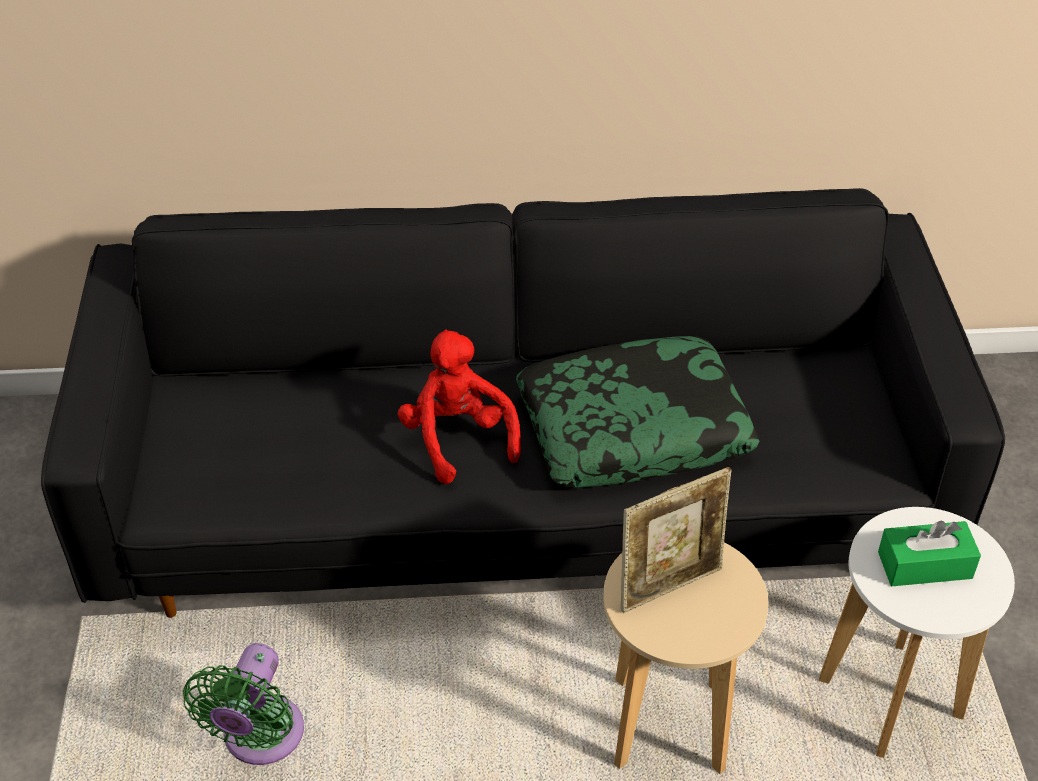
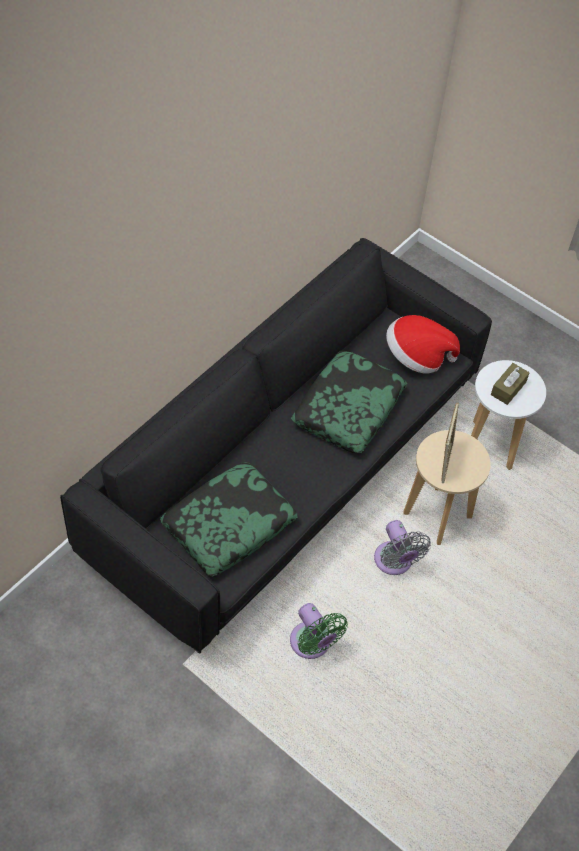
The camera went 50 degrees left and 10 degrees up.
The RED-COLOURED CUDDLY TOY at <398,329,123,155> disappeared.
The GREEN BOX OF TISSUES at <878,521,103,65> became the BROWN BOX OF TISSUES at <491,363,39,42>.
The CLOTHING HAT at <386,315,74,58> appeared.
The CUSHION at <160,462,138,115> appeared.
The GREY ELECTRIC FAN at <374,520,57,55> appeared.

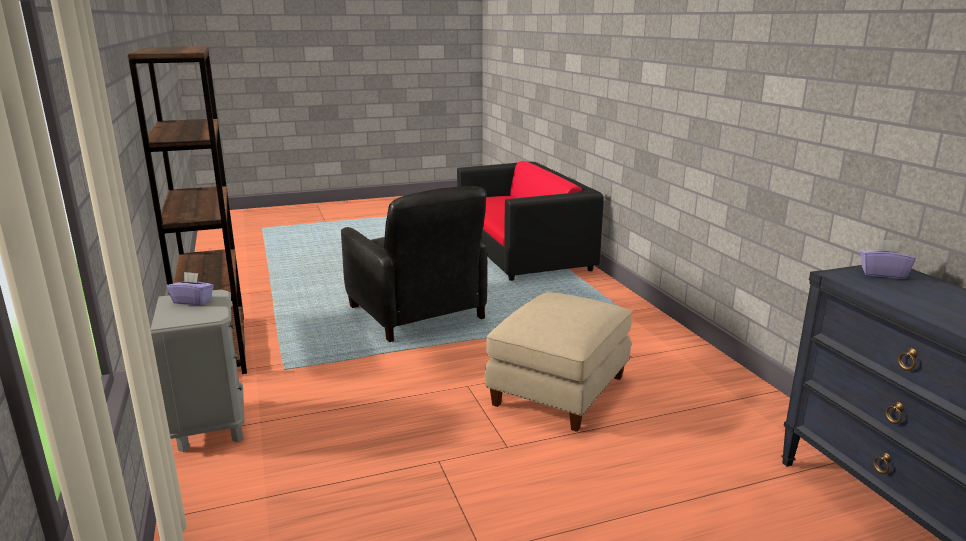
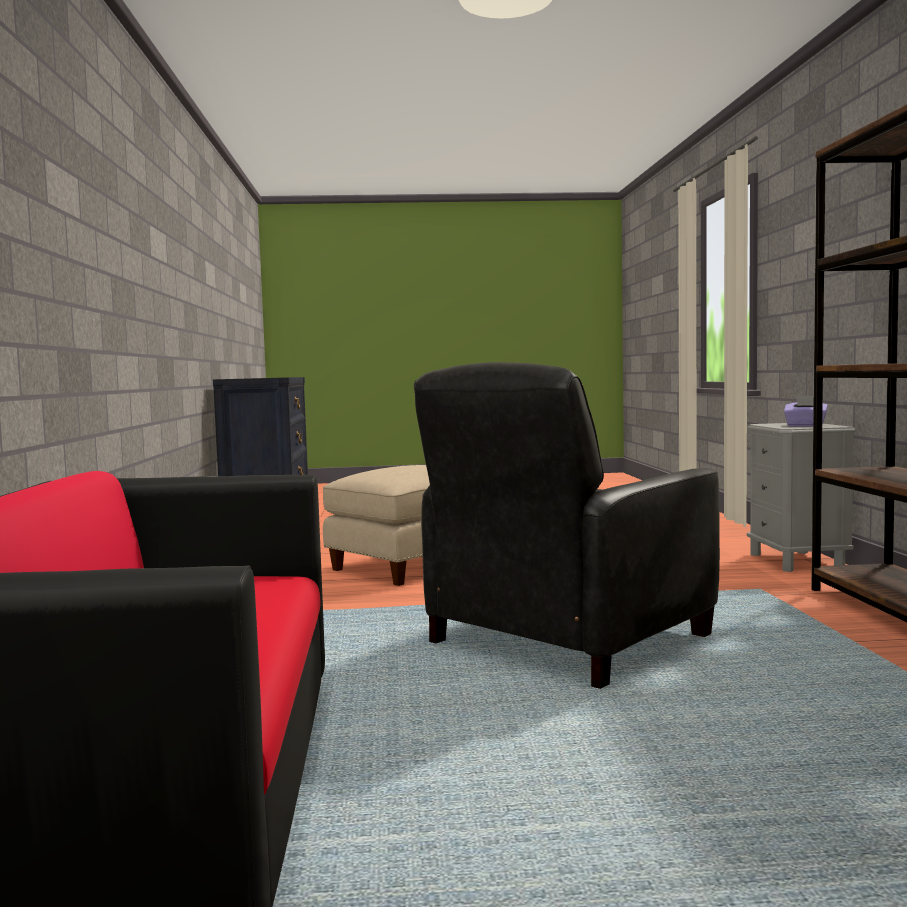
The camera went 165 degrees left and 15 degrees down.
The BLACK LOUNGE CHAIR at <341,186,146,156> turned 120 degrees counterclockwise.
The PURPLE-COLOURED BOX OF TISSUES at <860,239,56,40> disappeared.

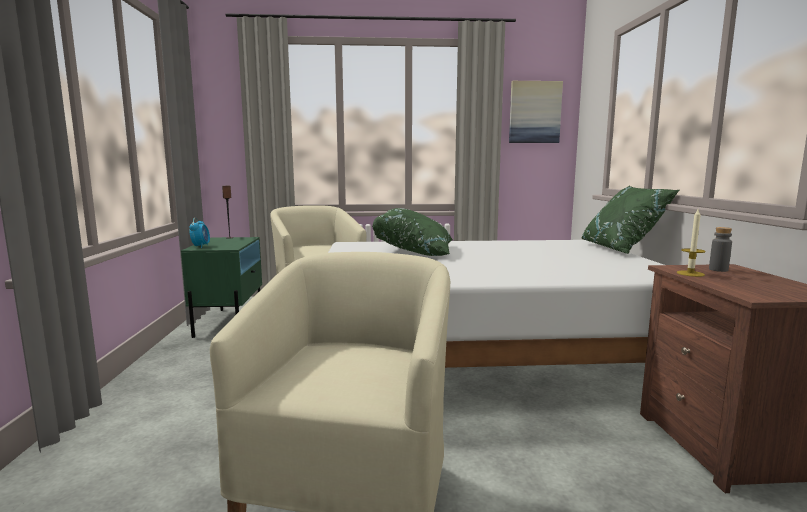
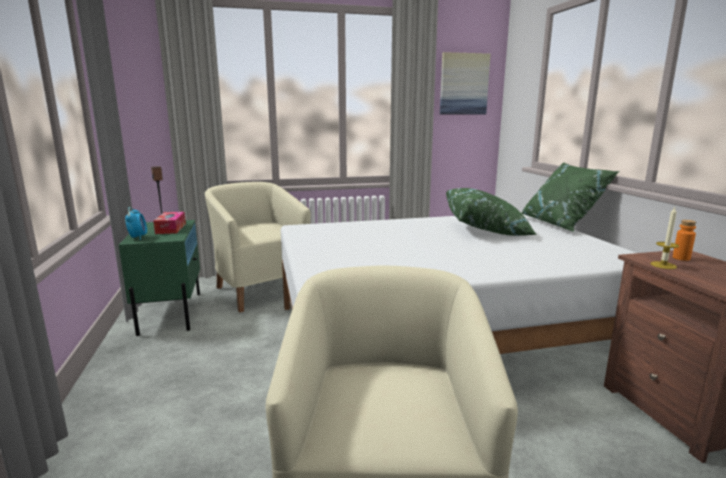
The camera went 10 degrees left and 5 degrees up.
The GREEN CUSHION moved from <372,208,81,48> to <446,188,91,48>.
The GREY DRINK BOTTLE at <709,227,23,45> became the ORANGE-COLOURED DRINK BOTTLE at <673,220,23,41>.
The BOX OF TISSUES at <153,212,33,22> appeared.

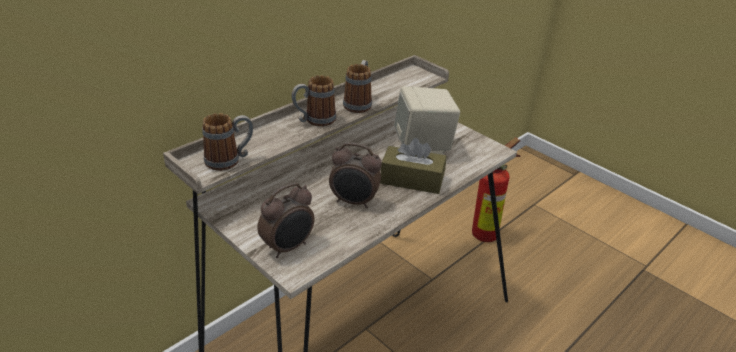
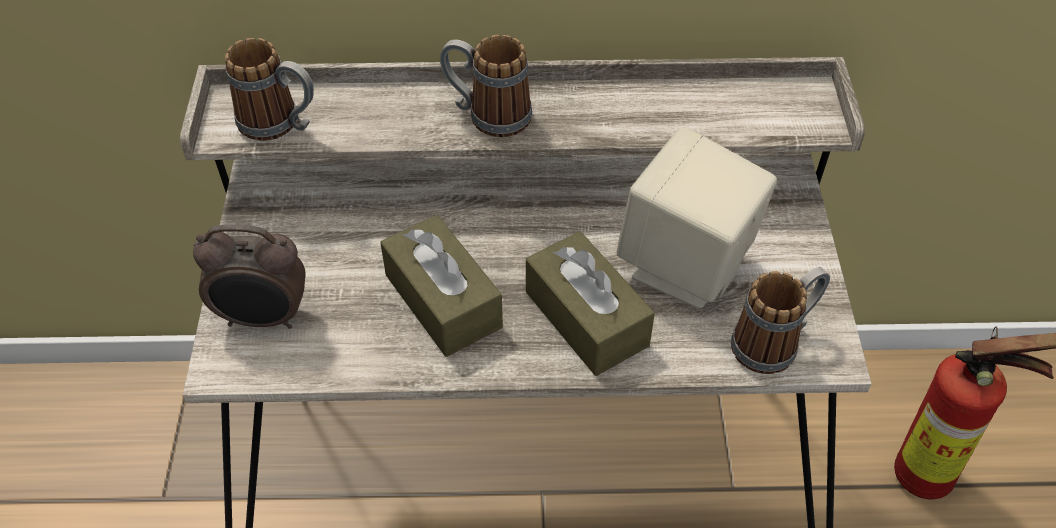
The camera went 45 degrees right and 15 degrees up.
The COFFEE MUG moved from <343,60,29,53> to <731,267,99,107>.
The TABLE CLOCK at <329,143,53,65> was replaced by the BROWN BOX OF TISSUES at <380,215,123,142>.

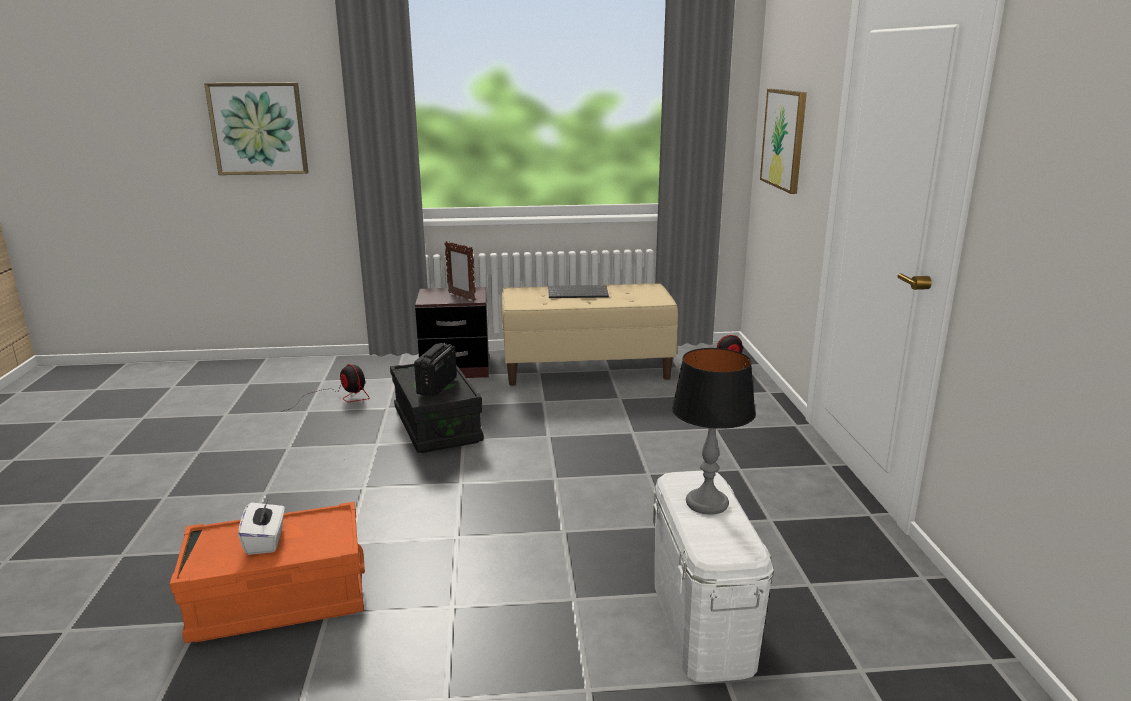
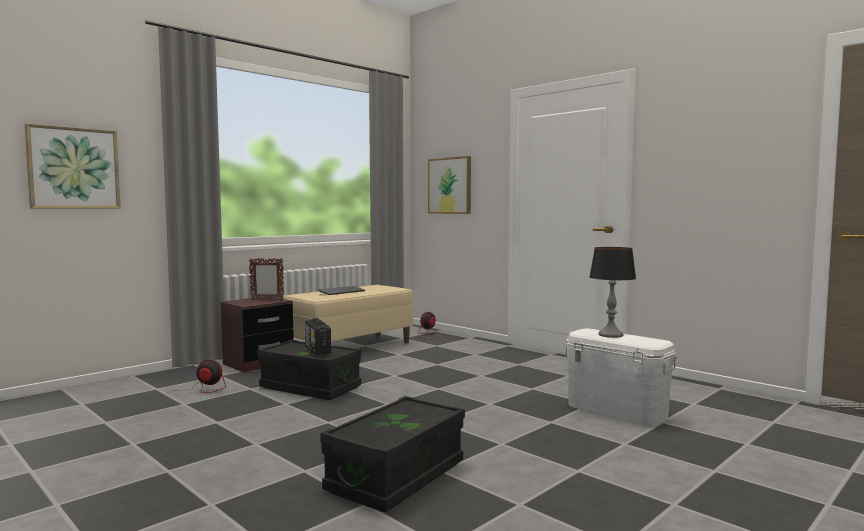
The camera went 40 degrees left and 15 degrees down.
The WHITISH BOX OF TISSUES at <238,498,47,57> disappeared.
The ORANGE-COLOURED STORAGE CONTAINER at <170,502,195,141> became the BLACK STORAGE CONTAINER at <320,396,145,116>.

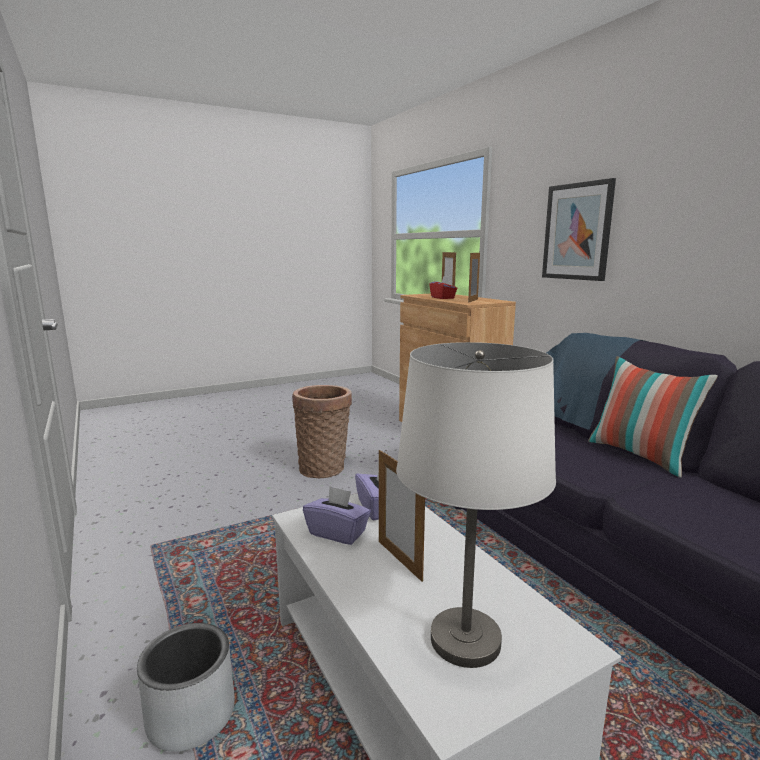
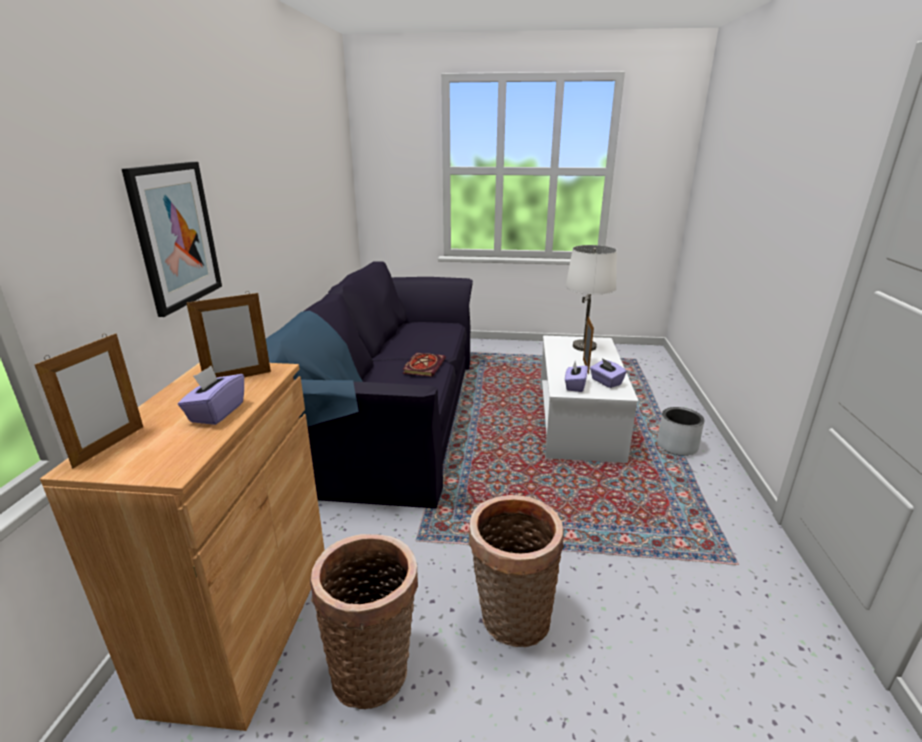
The camera went 145 degrees left and 10 degrees up.
The RED-COLOURED BOX OF TISSUES at <429,276,28,23> became the PURPLE-COLOURED BOX OF TISSUES at <178,366,66,59>.
The CUSHION at <588,356,130,122> disappeared.
The VOLUME at <402,353,44,24> appeared.
The BASKET at <310,534,108,175> appeared.

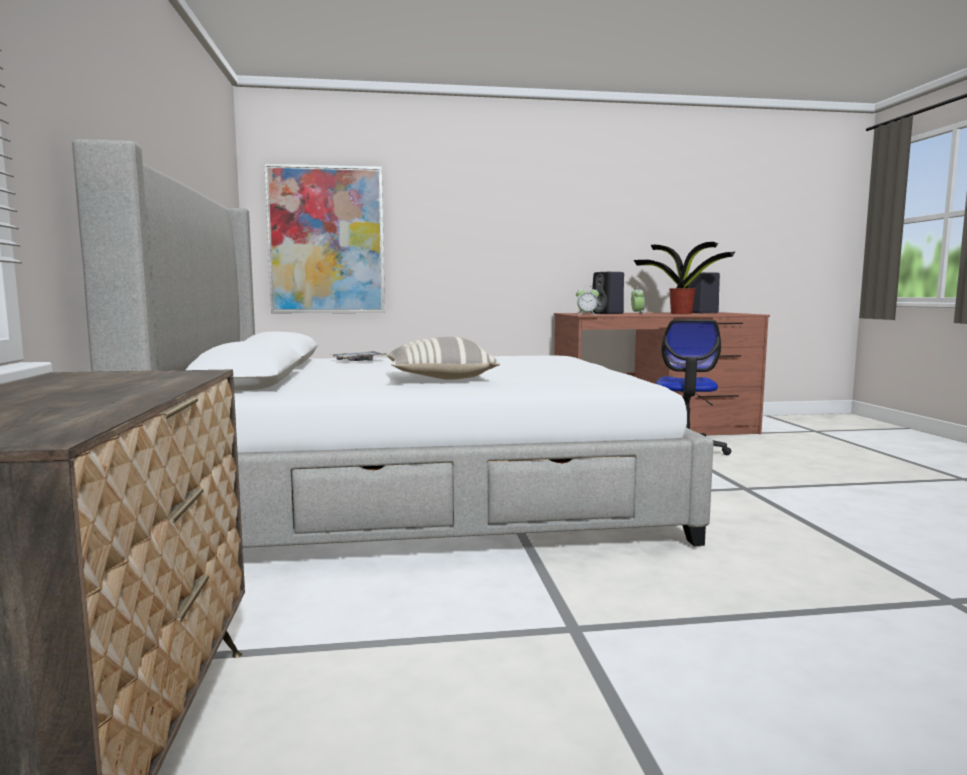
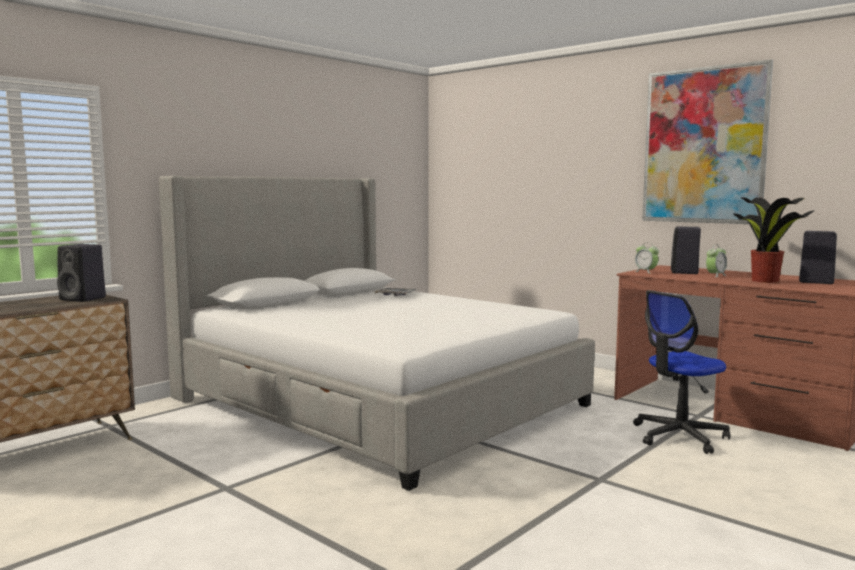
The camera went 50 degrees right and 0 degrees up.
The WALL PICTURE moved from <264,164,121,149> to <642,59,131,165>.
The CUSHION at <386,337,114,43> disappeared.
The BLACK SPEAKER at <57,244,49,58> appeared.

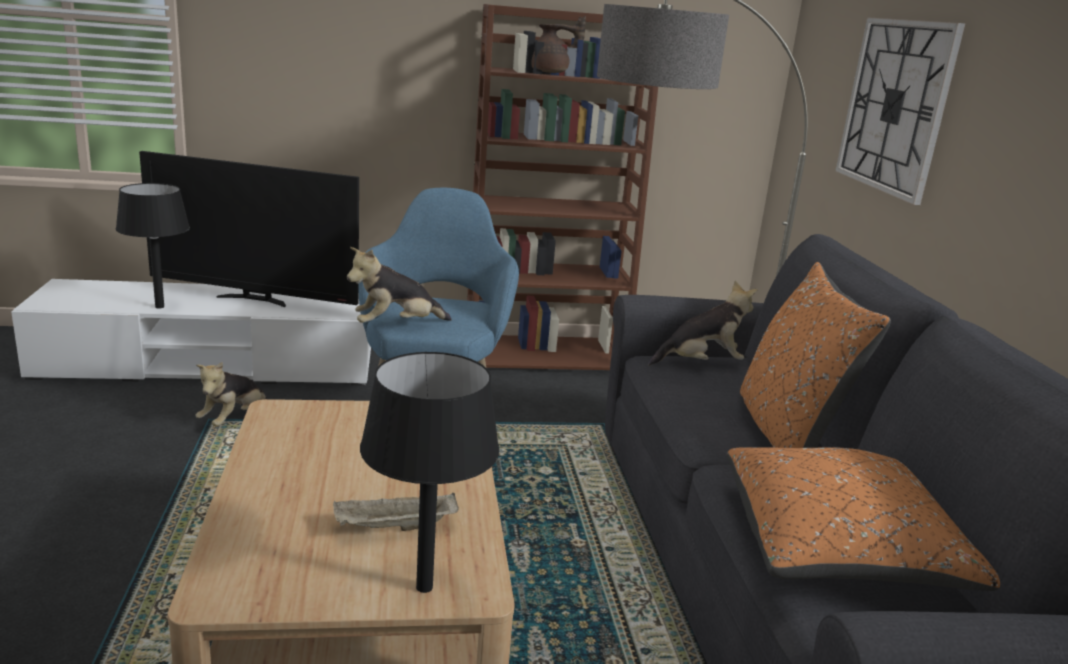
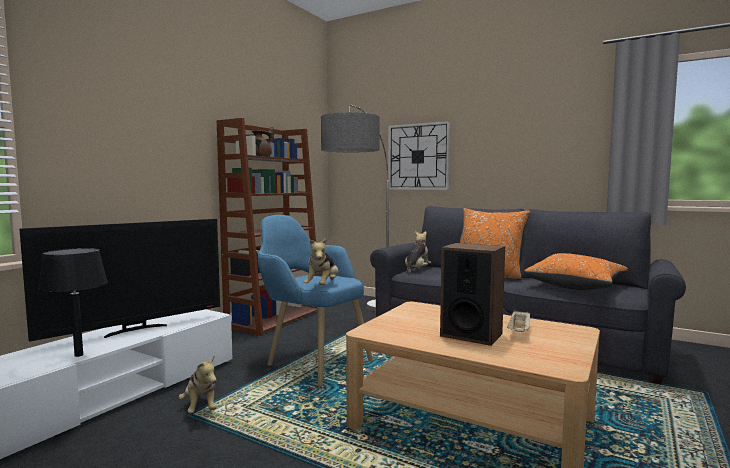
The camera went 50 degrees left and 15 degrees down.
The BLACK TABLETOP LAMP at <360,352,139,241> disappeared.
The SPEAKER at <440,243,65,103> appeared.

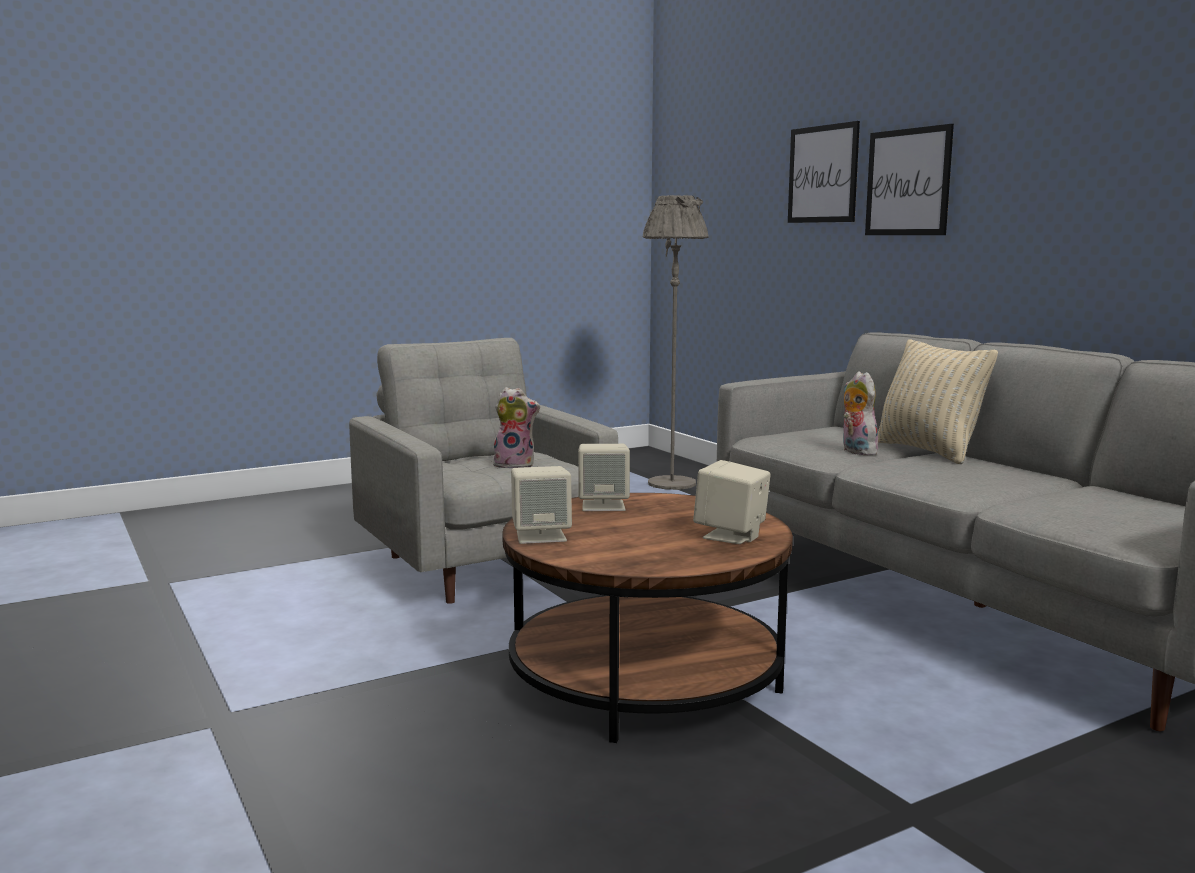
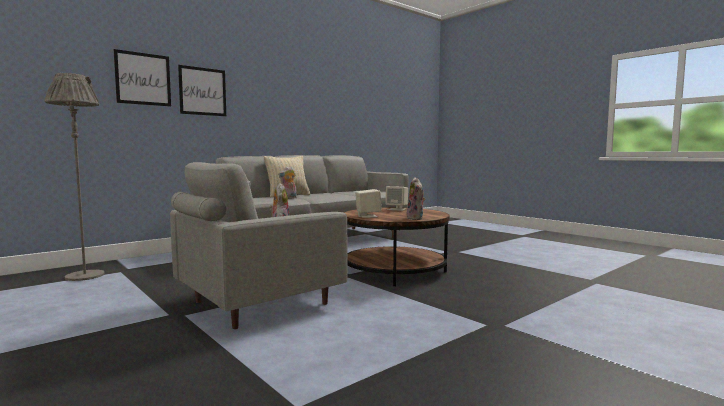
The camera went 100 degrees left and 5 degrees down.
The SAND-COLOURED SPEAKER at <511,466,61,78> was replaced by the CUDDLY TOY at <407,177,18,43>.

